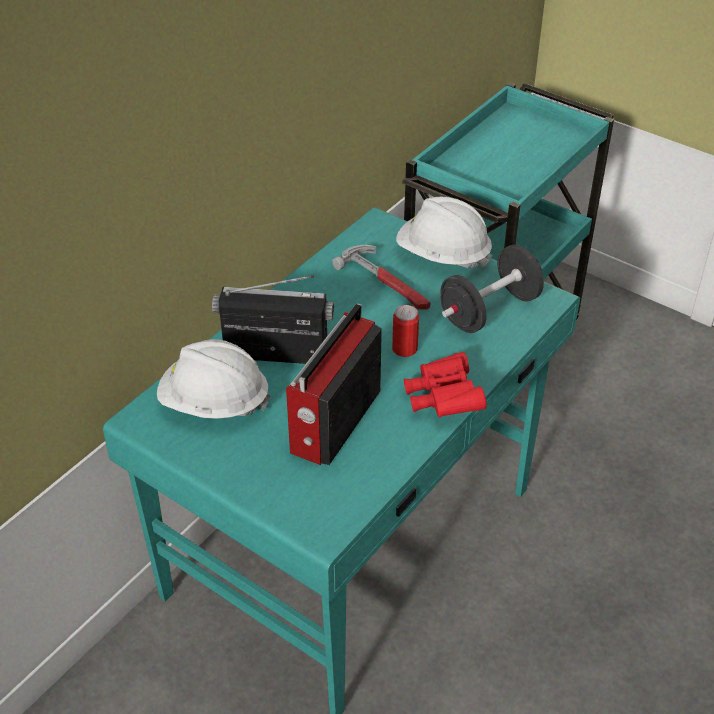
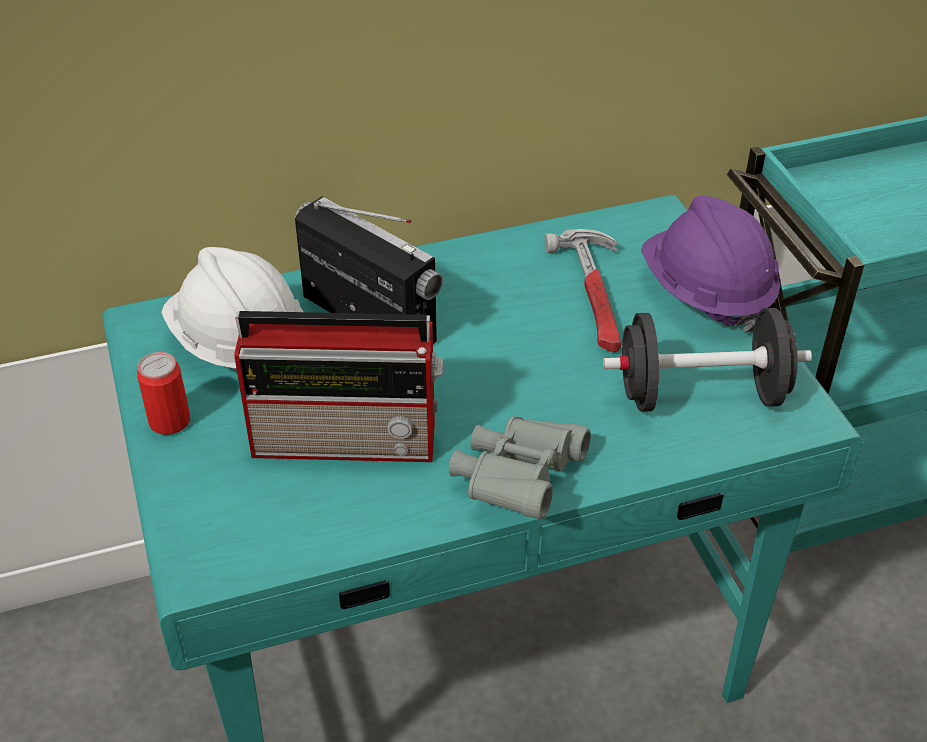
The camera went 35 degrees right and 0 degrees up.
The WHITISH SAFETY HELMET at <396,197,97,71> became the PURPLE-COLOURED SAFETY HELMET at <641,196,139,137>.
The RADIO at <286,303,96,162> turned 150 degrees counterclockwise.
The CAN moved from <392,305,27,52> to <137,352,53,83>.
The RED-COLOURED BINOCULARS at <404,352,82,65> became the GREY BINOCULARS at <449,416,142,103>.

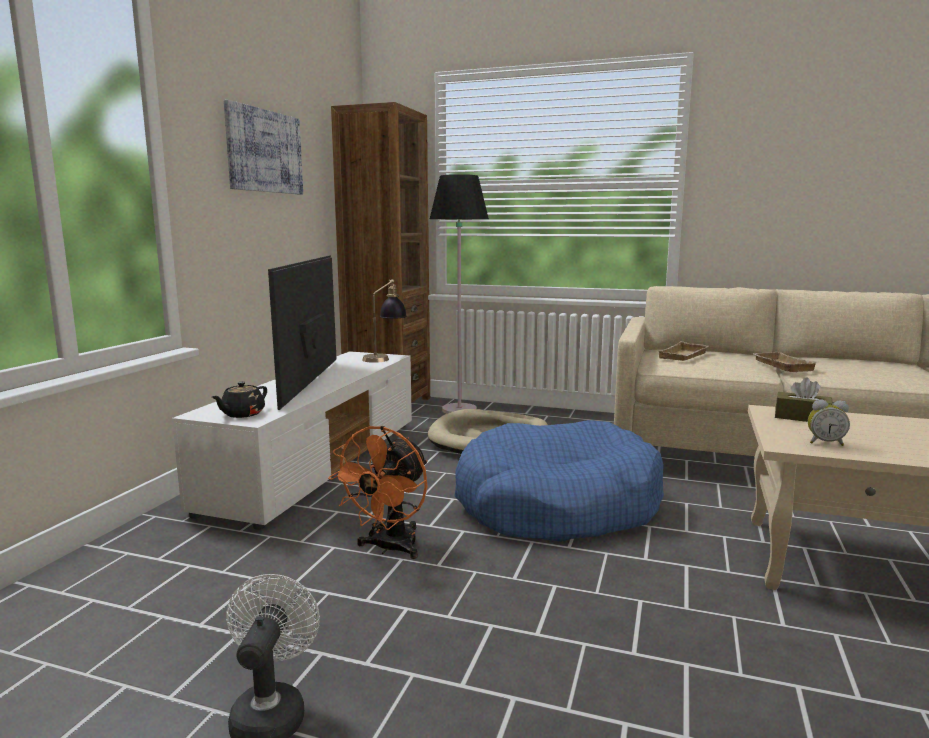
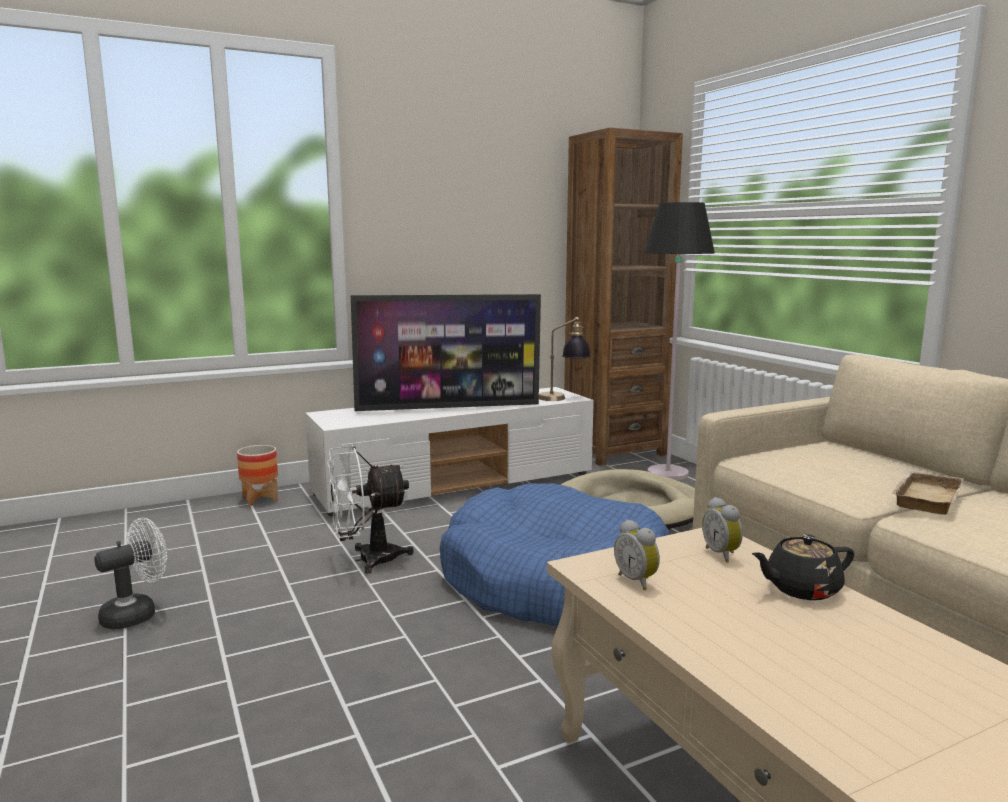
The camera went 45 degrees right and 0 degrees up.
The WALL PICTURE at <224,100,79,94> disappeared.
The TV at <268,255,69,155> turned 150 degrees counterclockwise.
The SAND-COLOURED TRAY at <659,341,50,20> disappeared.
The BROWN BOX OF TISSUES at <775,378,58,44> was replaced by the TABLE CLOCK at <702,497,41,66>.
The BLACK TEA POT moved from <212,382,55,36> to <752,534,102,66>.
The ORANGE-COLOURED ELECTRIC FAN at <328,426,100,133> became the WHITISH ELECTRIC FAN at <327,445,87,129>.
The PLANTER at <237,445,41,61> appeared.

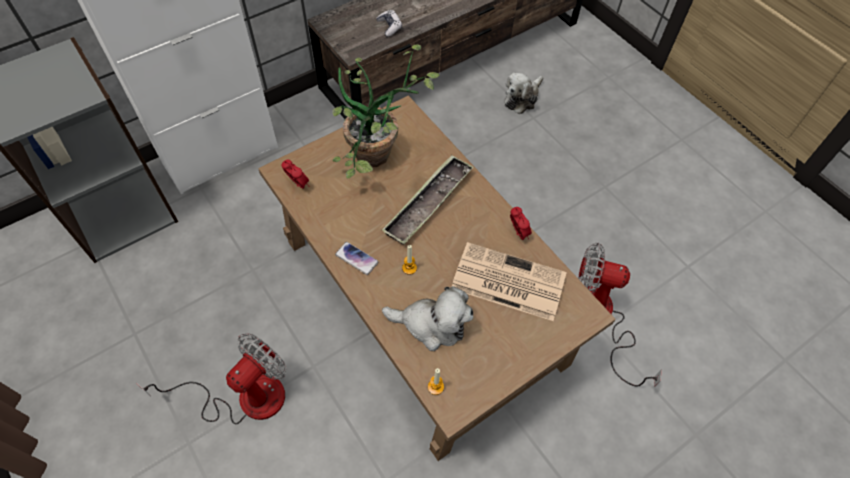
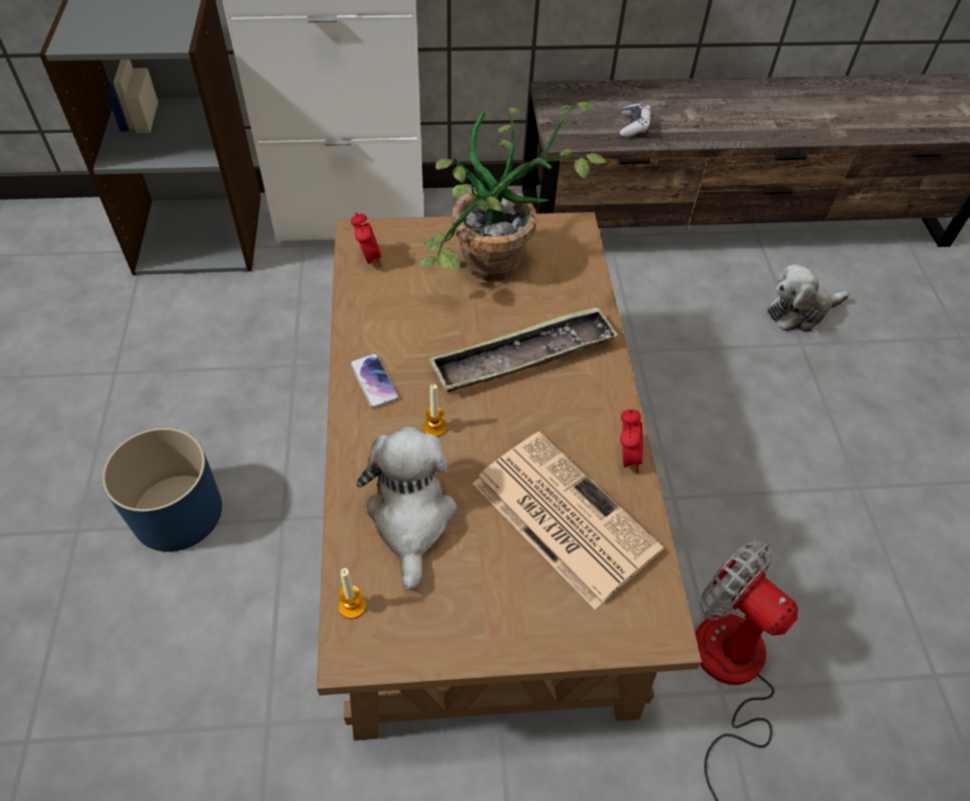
The camera went 30 degrees right and 5 degrees down.
The CUDDLY TOY at <382,286,91,65> turned 135 degrees counterclockwise.
The ELECTRIC FAN at <136,333,150,91> was replaced by the BLUE PLANTER at <102,428,120,124>.

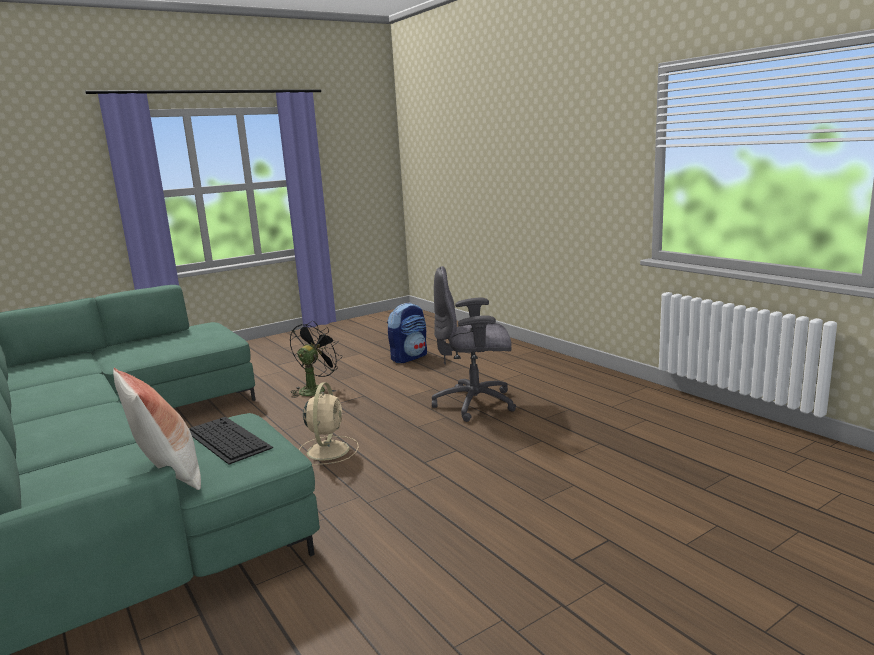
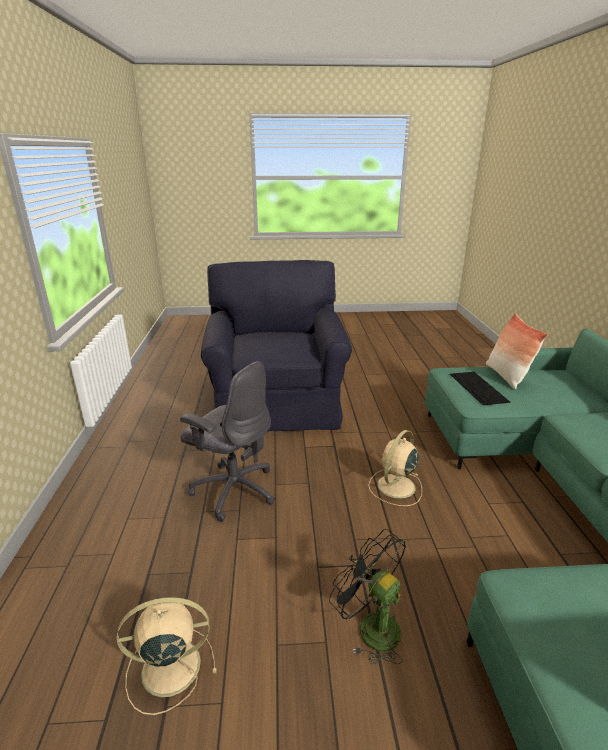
The camera went 150 degrees left and 10 degrees up.
The KNAPSACK at <387,303,40,60> was replaced by the SAND-COLOURED ELECTRIC FAN at <117,597,100,118>.
The BLACK ELECTRIC FAN at <290,320,53,78> turned 75 degrees clockwise.
The BLACK LOUNGE CHAIR at <201,260,151,171> appeared.

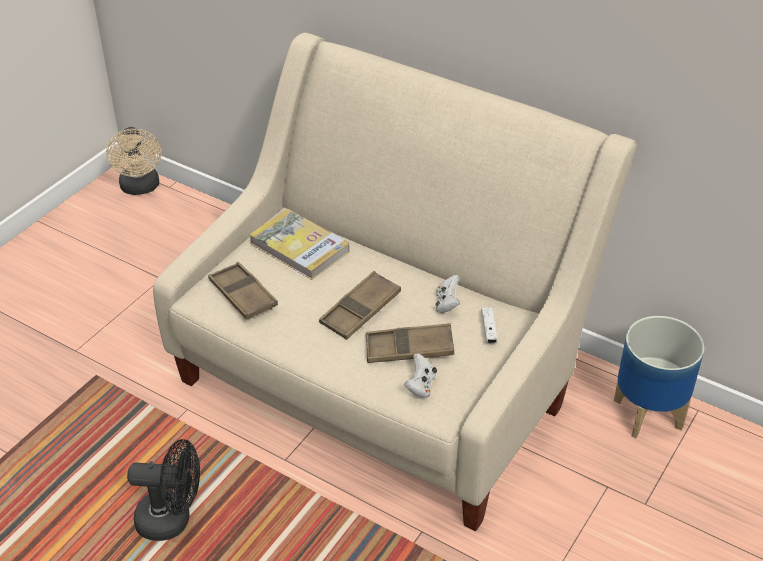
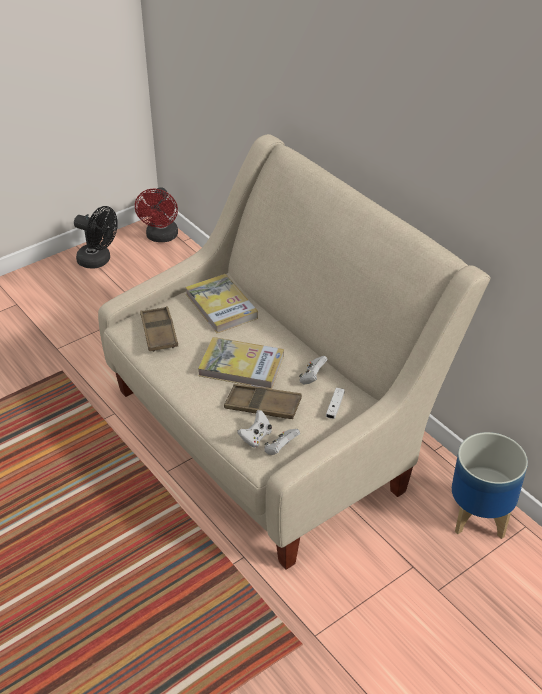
The camera went 20 degrees right and 0 degrees up.
The SAND-COLOURED ELECTRIC FAN at <106,127,56,68> became the RED-COLOURED ELECTRIC FAN at <135,187,43,55>.
The BROWN TRAY at <319,271,82,69> was replaced by the VOLUME at <198,337,86,52>.
The BLACK ELECTRIC FAN moved from <127,439,73,102> to <74,206,44,63>.
The WHITISH GAME CONTROLLER at <264,429,36,26> appeared.

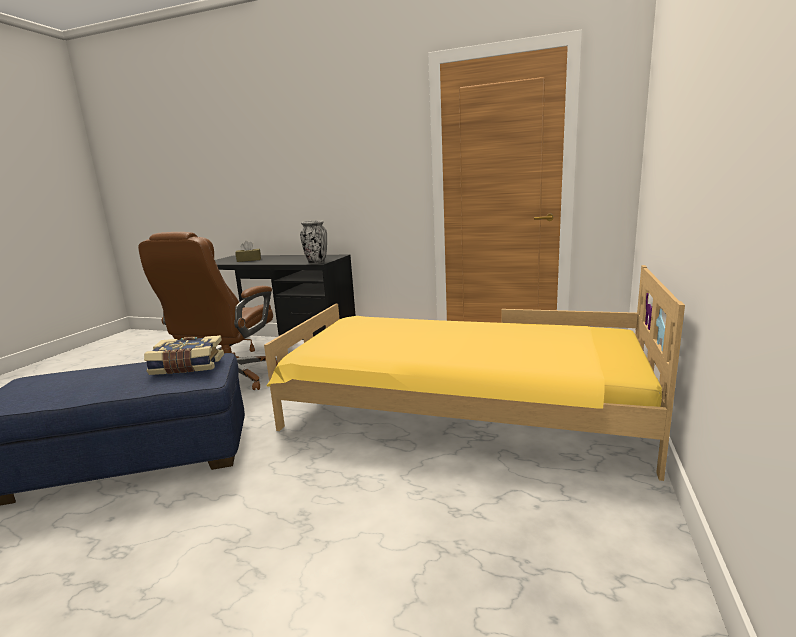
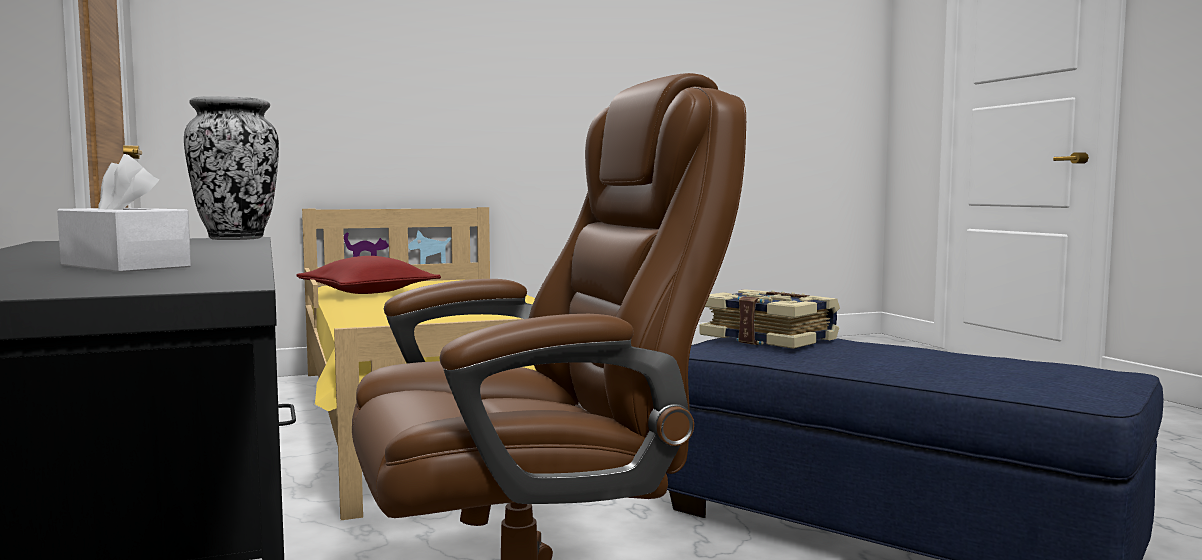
The camera went 130 degrees left and 10 degrees down.
The BROWN BOX OF TISSUES at <235,241,26,21> became the WHITISH BOX OF TISSUES at <57,154,134,118>.
The RED-COLOURED CUSHION at <296,256,145,38> appeared.

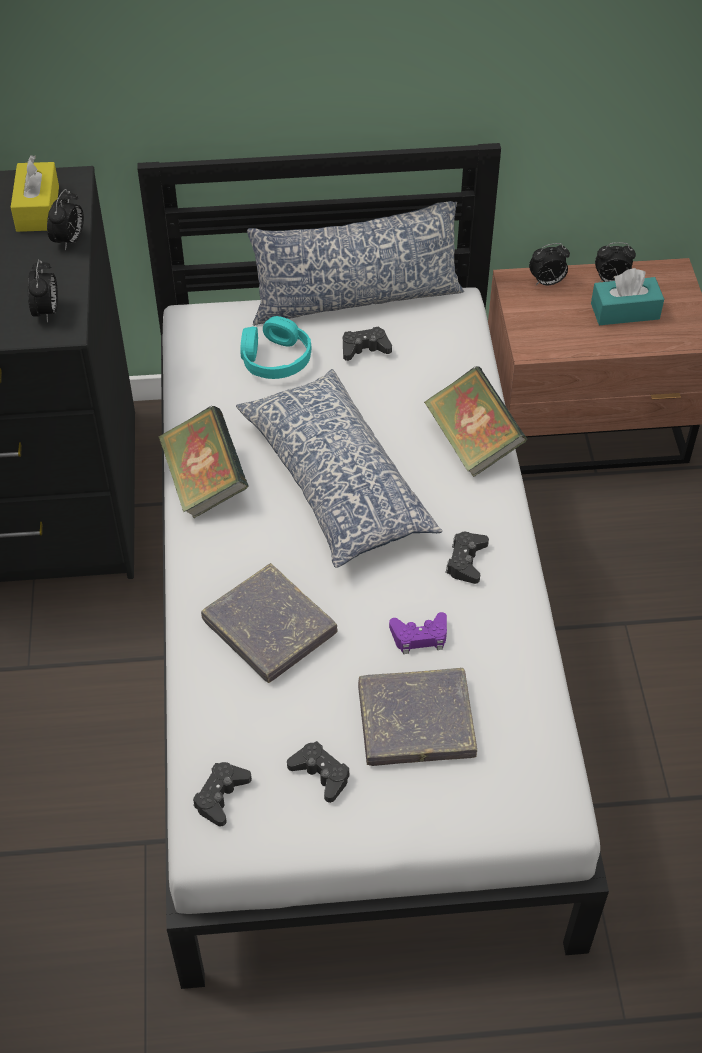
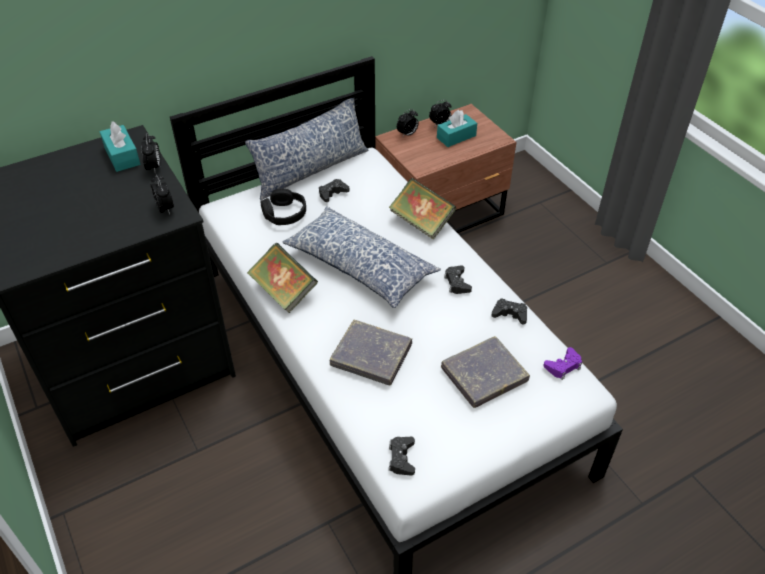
The camera went 25 degrees left and 5 degrees down.
The YELLOW BOX OF TISSUES at <11,155,48,77> became the TURQUOISE-COLOURED BOX OF TISSUES at <100,121,41,51>.
The TURQUOISE-COLOURED HEADPHONES at <240,316,71,63> became the BLACK HEADPHONES at <260,188,46,37>.
The PURPLE-COLOURED GAME CONTROLLER moved from <389,612,58,42> to <543,347,39,33>.
The BLACK GAME CONTROLLER moved from <287,741,63,62> to <491,298,36,26>.

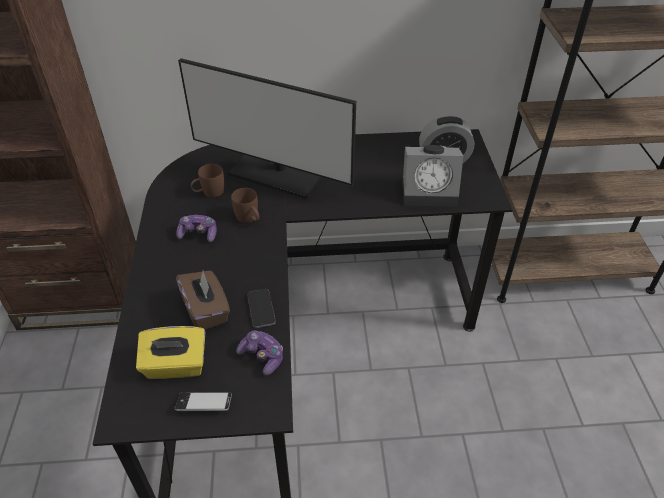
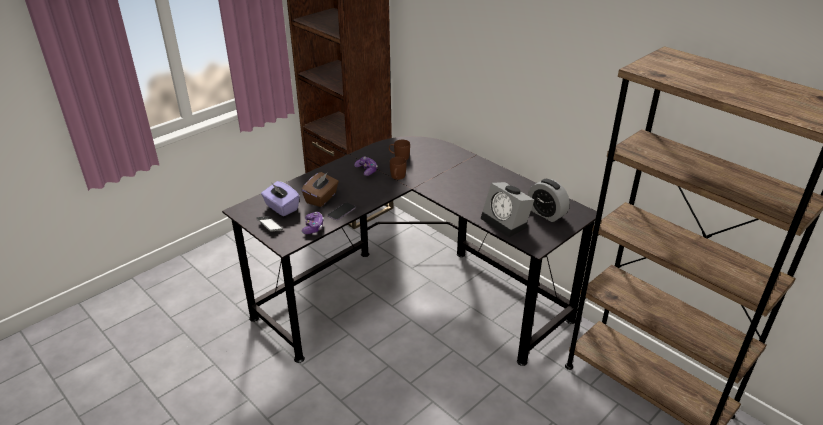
The camera went 50 degrees right and 10 degrees down.
The COMPUTER DISPLAY at <178,58,178,141> disappeared.
The YELLOW BOX OF TISSUES at <136,326,69,53> became the PURPLE-COLOURED BOX OF TISSUES at <261,181,39,35>.

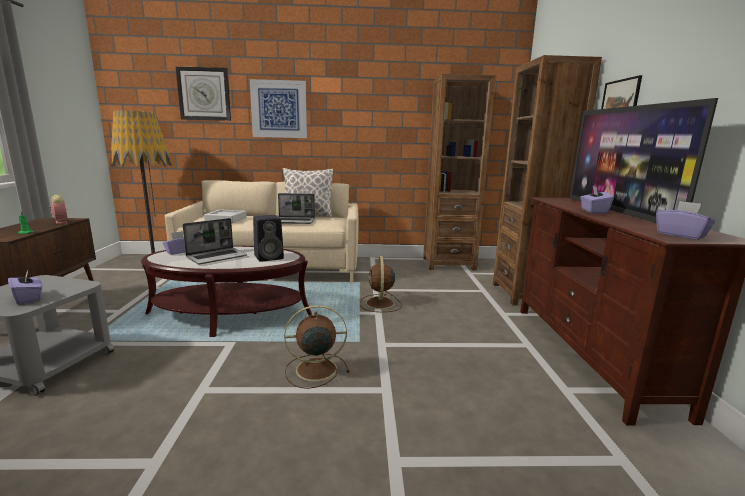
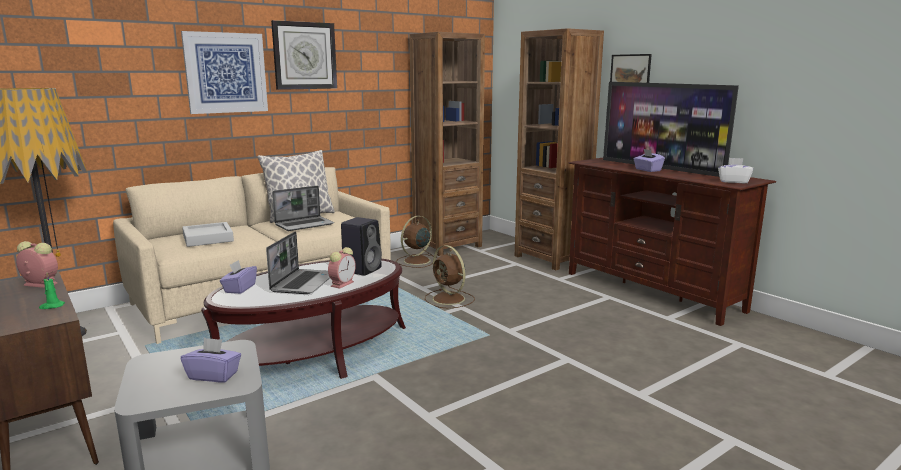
The camera went 35 degrees left and 0 degrees up.
The HANGING CLOCK moved from <176,66,55,55> to <271,20,66,70>.
The PURPLE-COLOURED BOX OF TISSUES at <656,201,59,39> became the WHITISH BOX OF TISSUES at <718,158,35,25>.
The BROWN ELECTRIC FAN moved from <285,305,65,84> to <396,216,41,52>.
The TABLE CLOCK at <328,247,28,42> appeared.

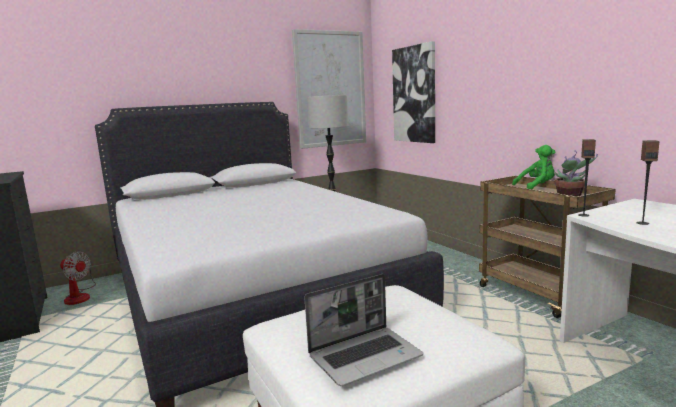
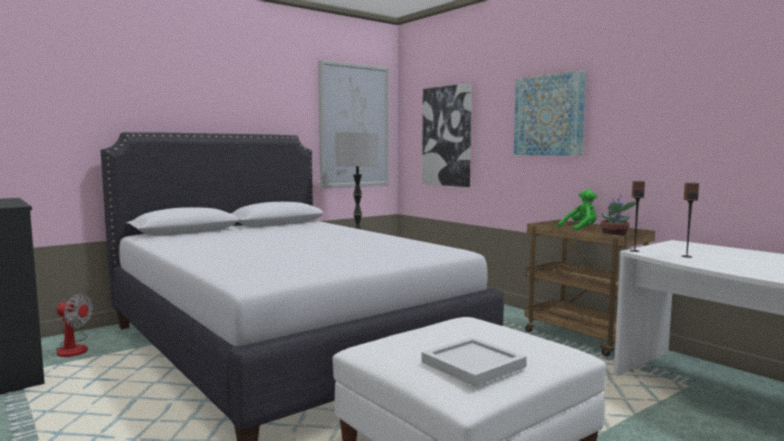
The camera went 10 degrees left and 5 degrees down.
The PORTABLE COMPUTER at <304,274,119,112> was replaced by the WHITISH TRAY at <422,337,105,49>.
The WALL PICTURE at <514,71,72,85> appeared.

